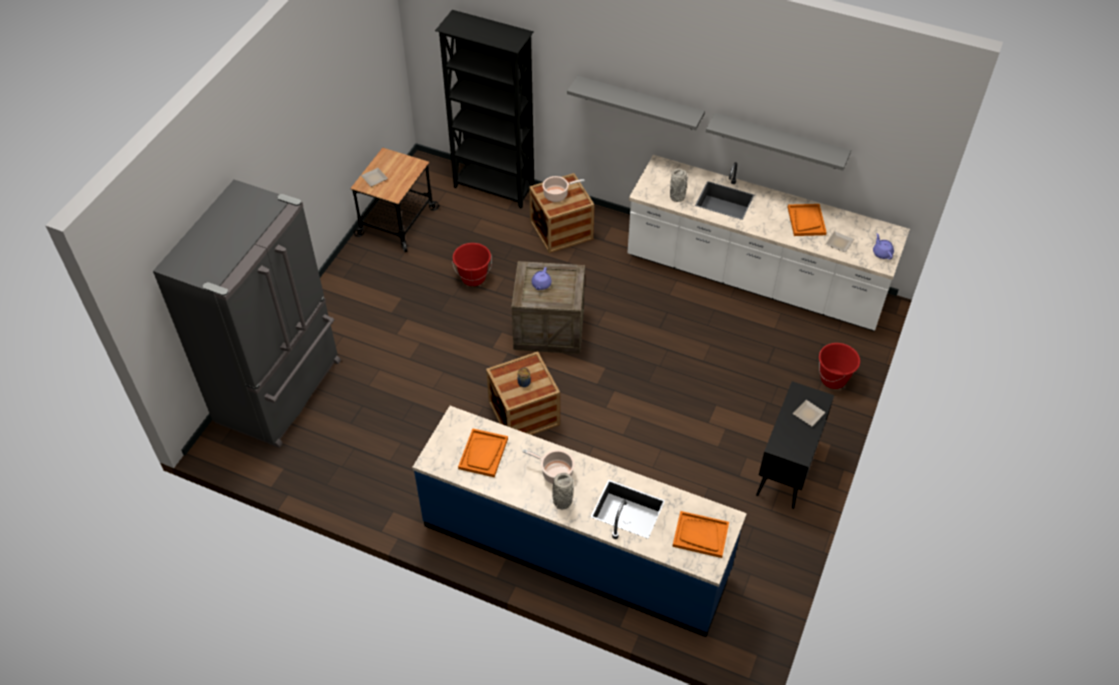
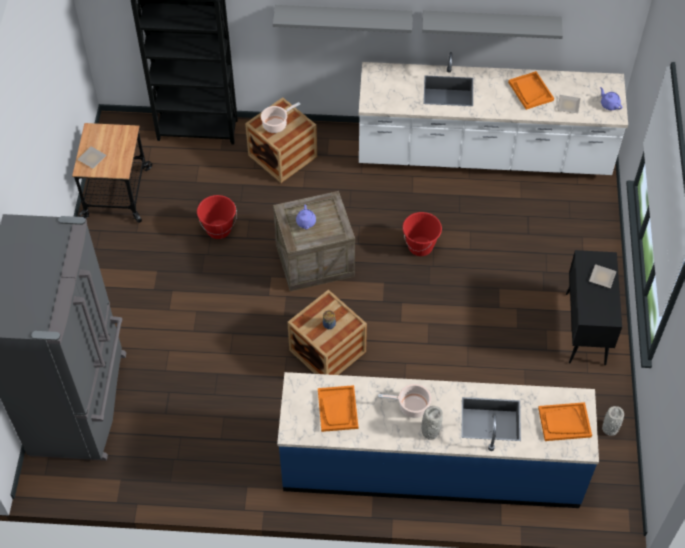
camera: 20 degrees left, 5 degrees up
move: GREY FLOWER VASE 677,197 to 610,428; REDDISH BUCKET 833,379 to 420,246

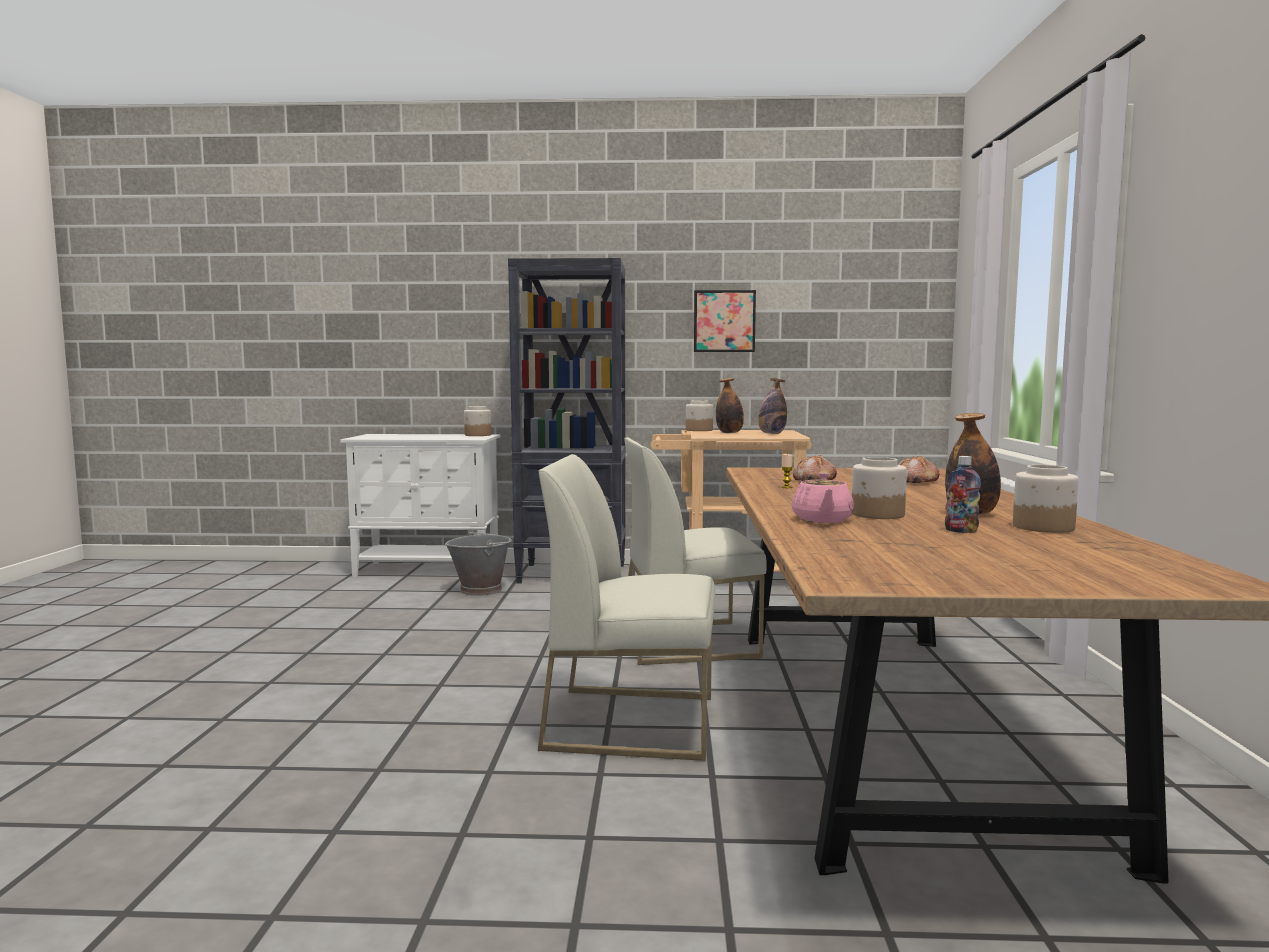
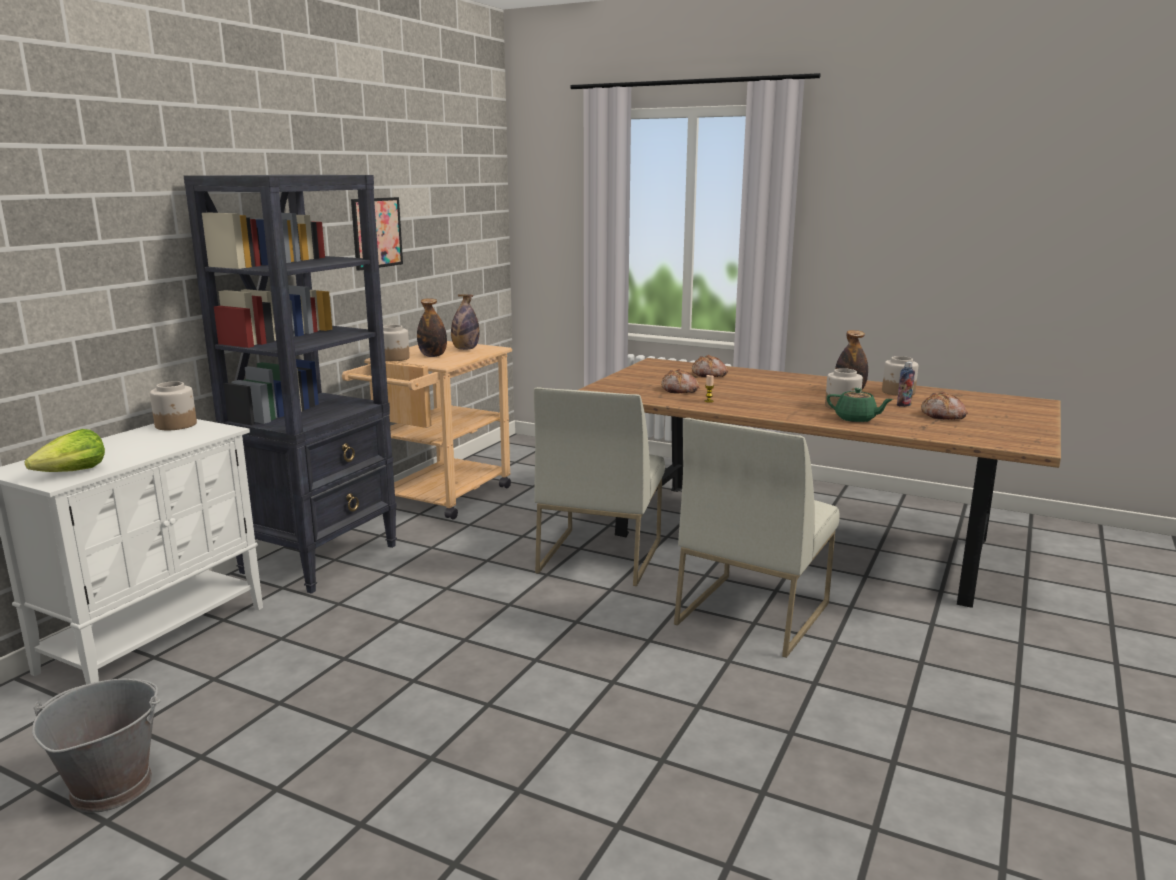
camera: 65 degrees left, 10 degrees up
insert: BREAD 943,415; LETTUCE HEAD 73,473
move: GREY BUCKET 481,589 to 110,786
recolor: PINKISH TEA POT 822,520 to GREEN-COLOURED TEA POT 856,419

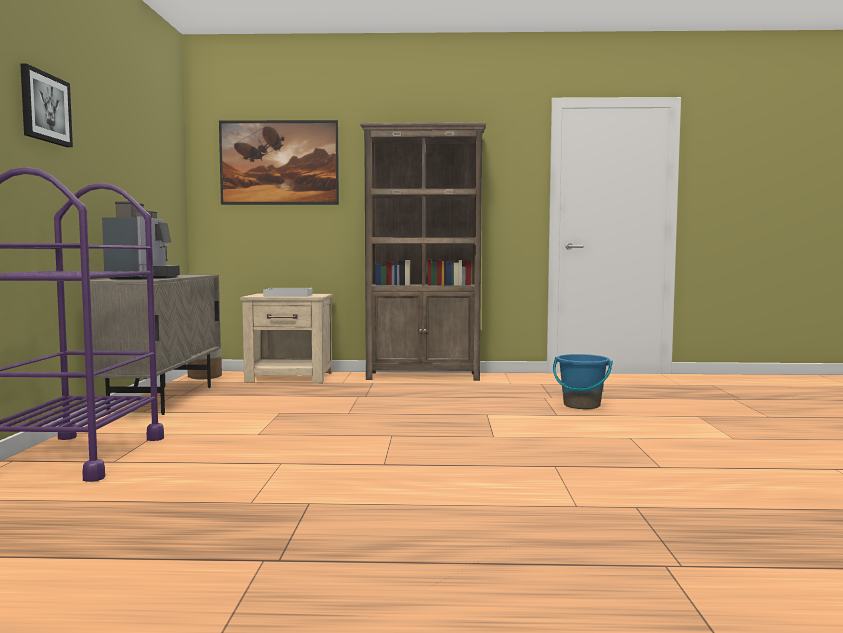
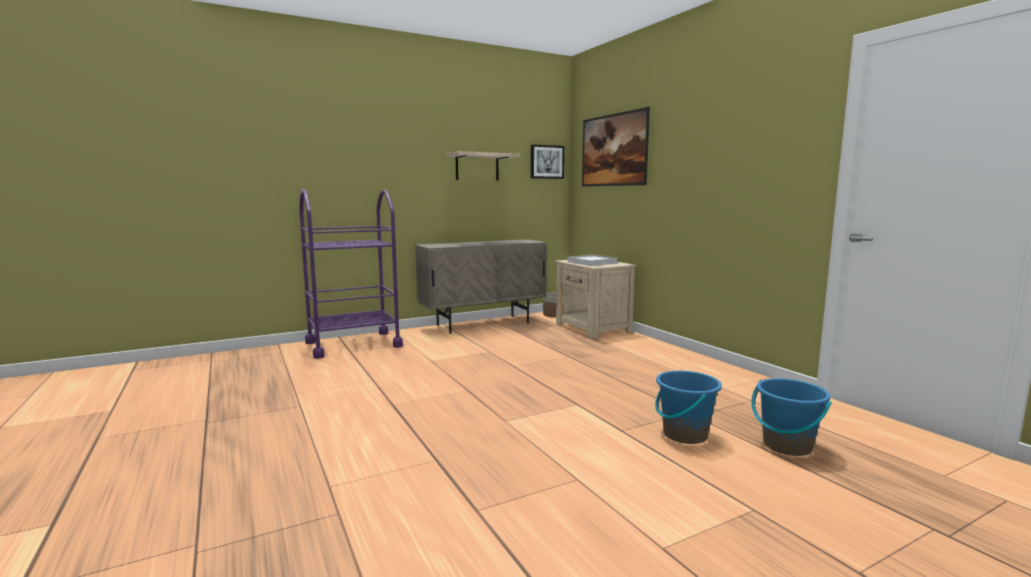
camera: 60 degrees right, 5 degrees up
delete: BROWN-COLOURED SHELVING UNIT 424,376; COFFEE BREWER 142,278
insert: WALL SHELF 477,167; BLUE BUCKET 786,446
move: WALL ART 45,107 to 546,162

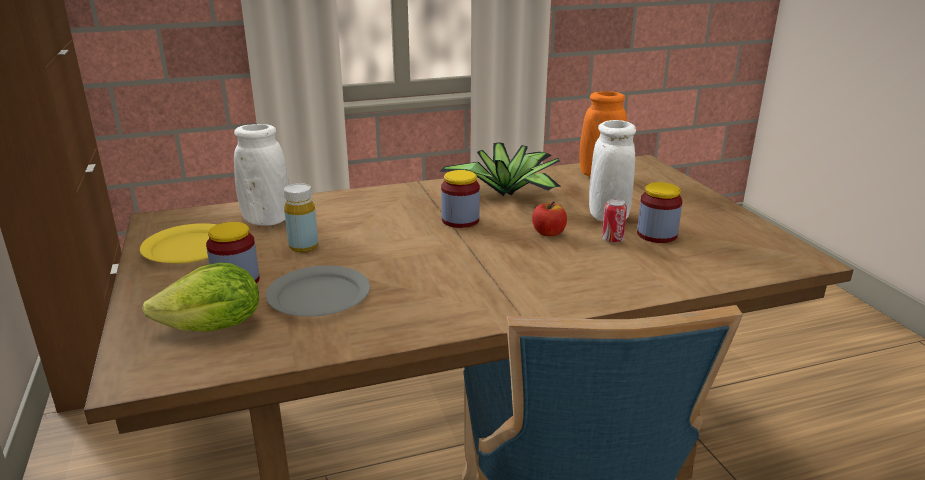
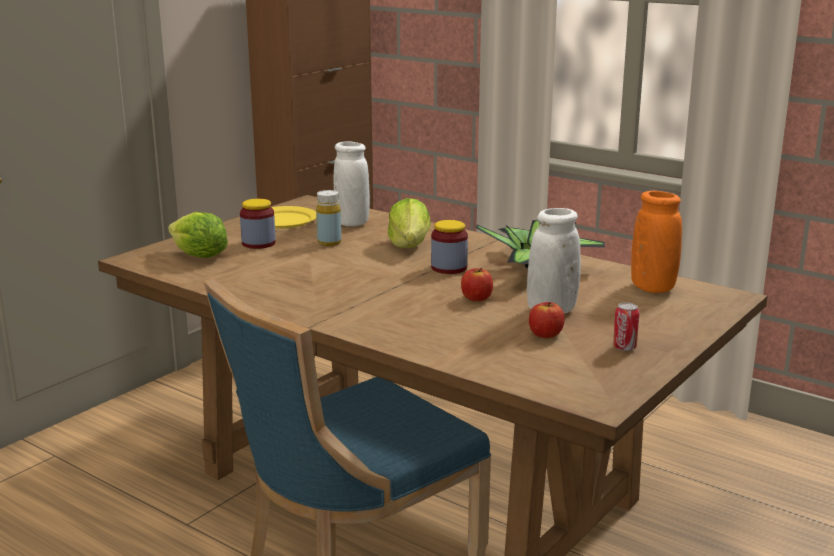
camera: 55 degrees right, 5 degrees down
delete: GREY PLATE 319,295
insert: LETTUCE HEAD 409,245
move: SEALED CAN 612,240 to 624,347
replace: JAR 656,235 to APPLE FRUIT 545,334

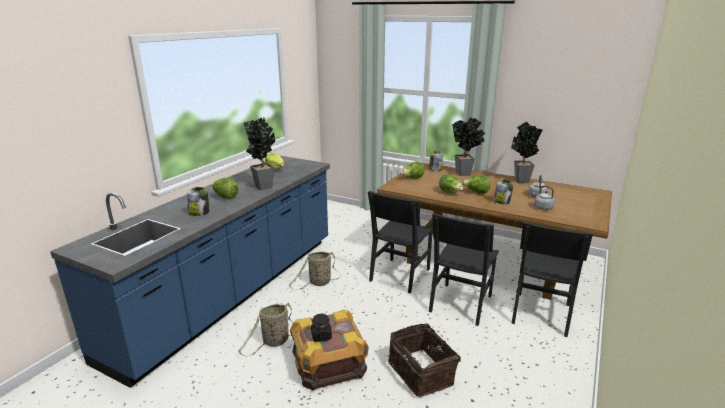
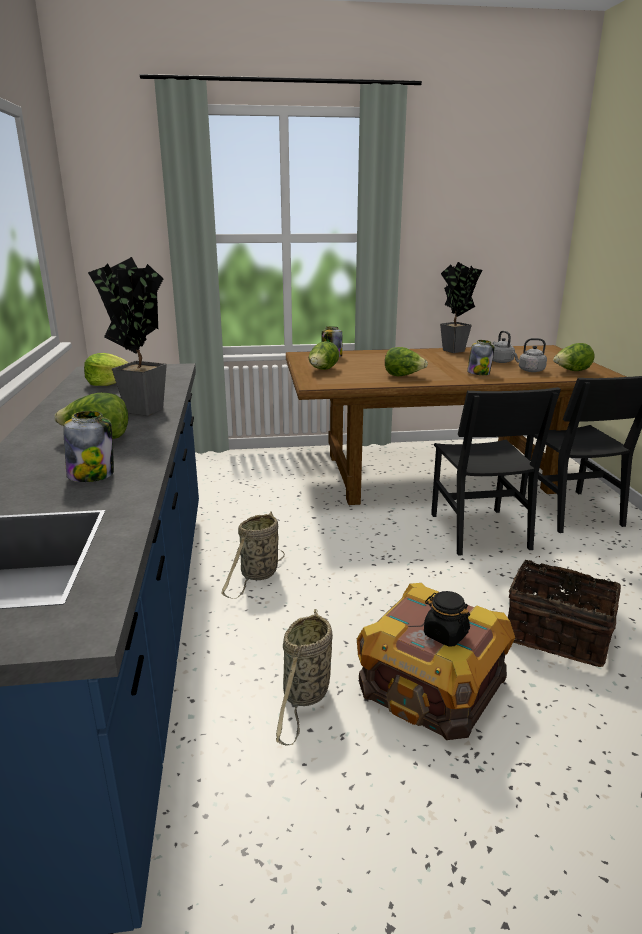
camera: 35 degrees left, 0 degrees up
delete: POTTED PLANT 465,174; BLACK-COLOURED UPRIGHT CHAIR 400,275
move: LETTUCE HEAD 476,192 to 571,371

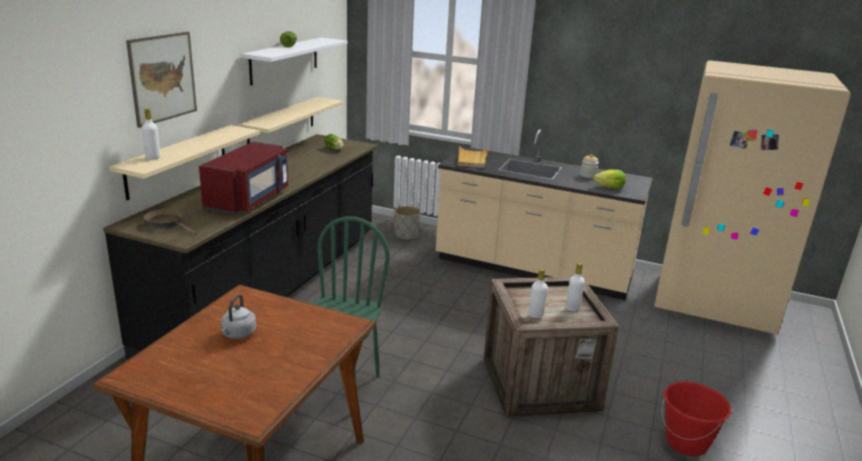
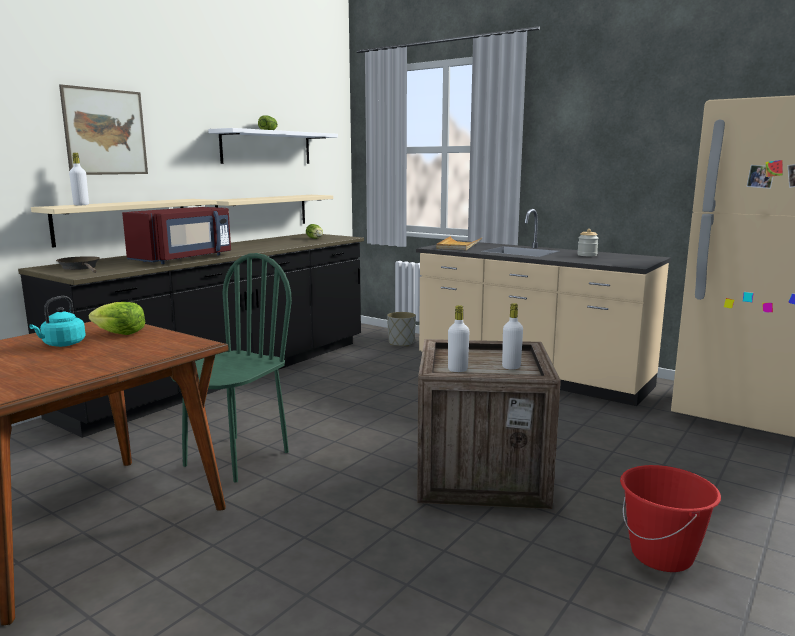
camera: 15 degrees right, 10 degrees down
move: LETTUCE HEAD 609,187 to 120,333
recolor: GREY KETTLE 238,334 to BLUE-GREEN KETTLE 62,344

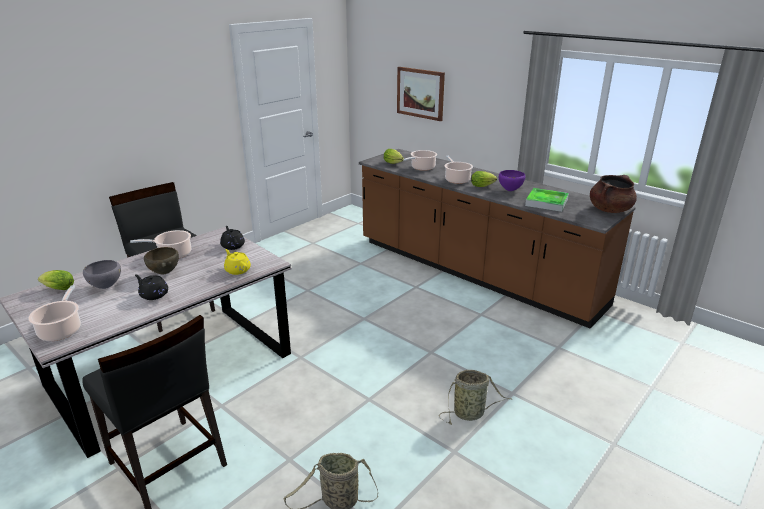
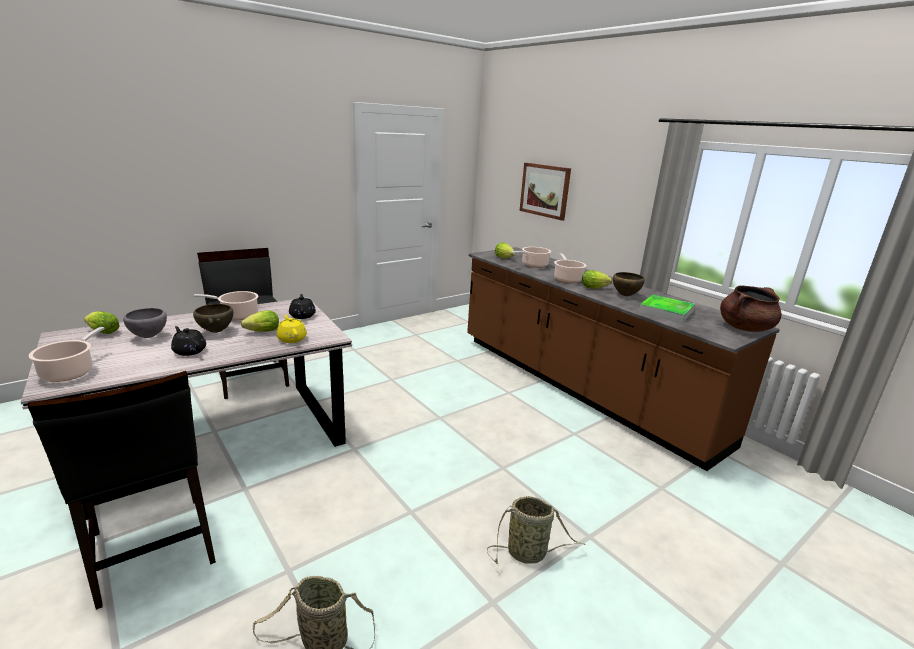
camera: 10 degrees right, 5 degrees down
insert: LETTUCE HEAD 260,332
recolor: PURPLISH SERVING BOWL 510,190 to BROWN-COLOURED SERVING BOWL 625,295

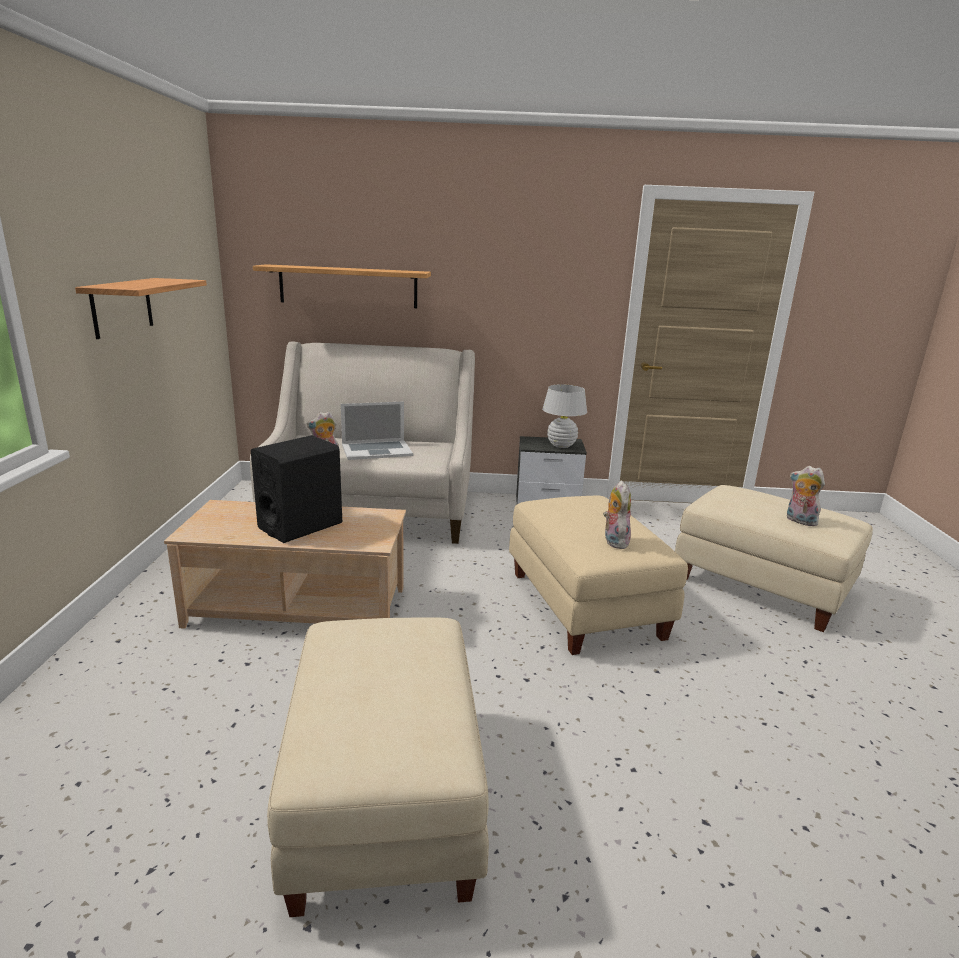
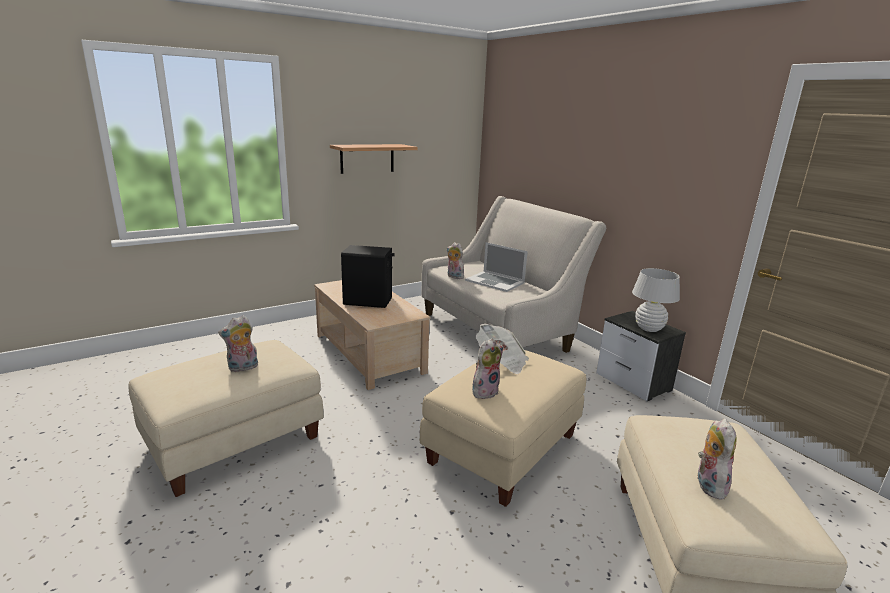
camera: 55 degrees right, 0 degrees up
delete: WALL SHELF 348,286
insert: SOFT TOY 243,368; DAILY PAPER 501,361

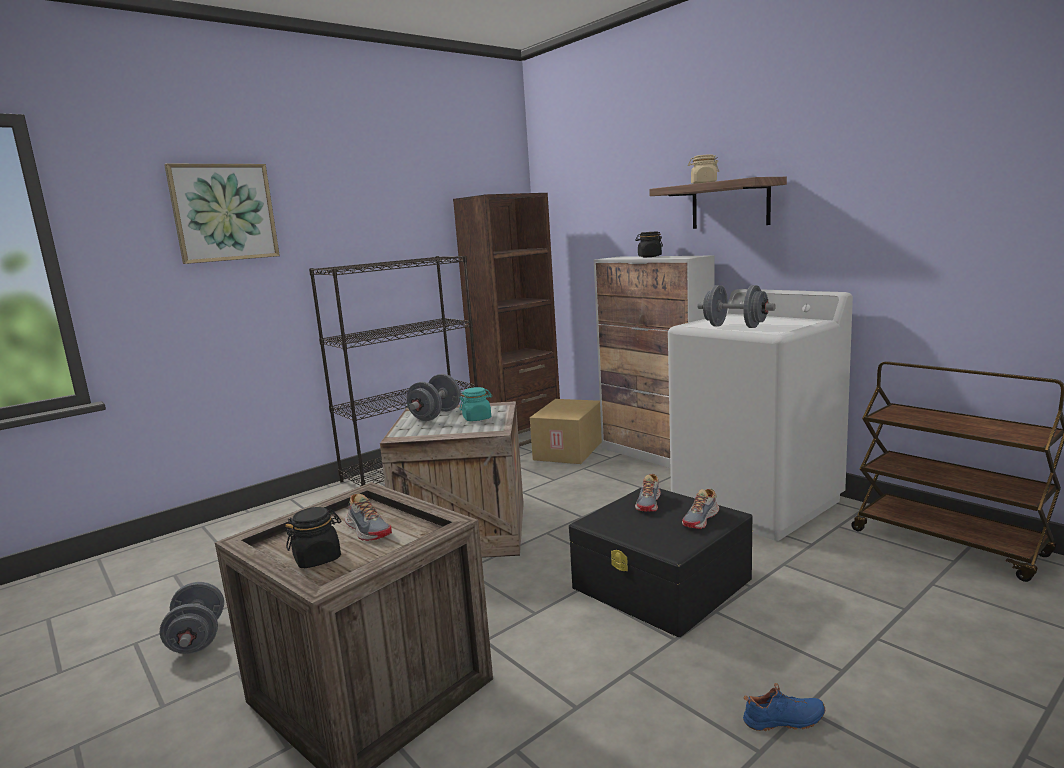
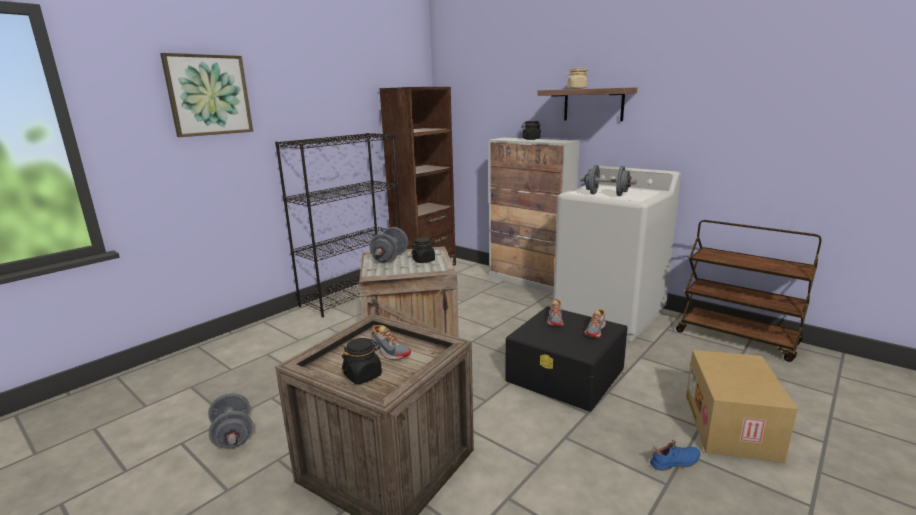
camera: 10 degrees left, 5 degrees up
move: PACKING BOX 569,450 to 732,427
recolor: BLUE-GREEN JAR 477,418 to BLACK-COLOURED JAR 424,260

